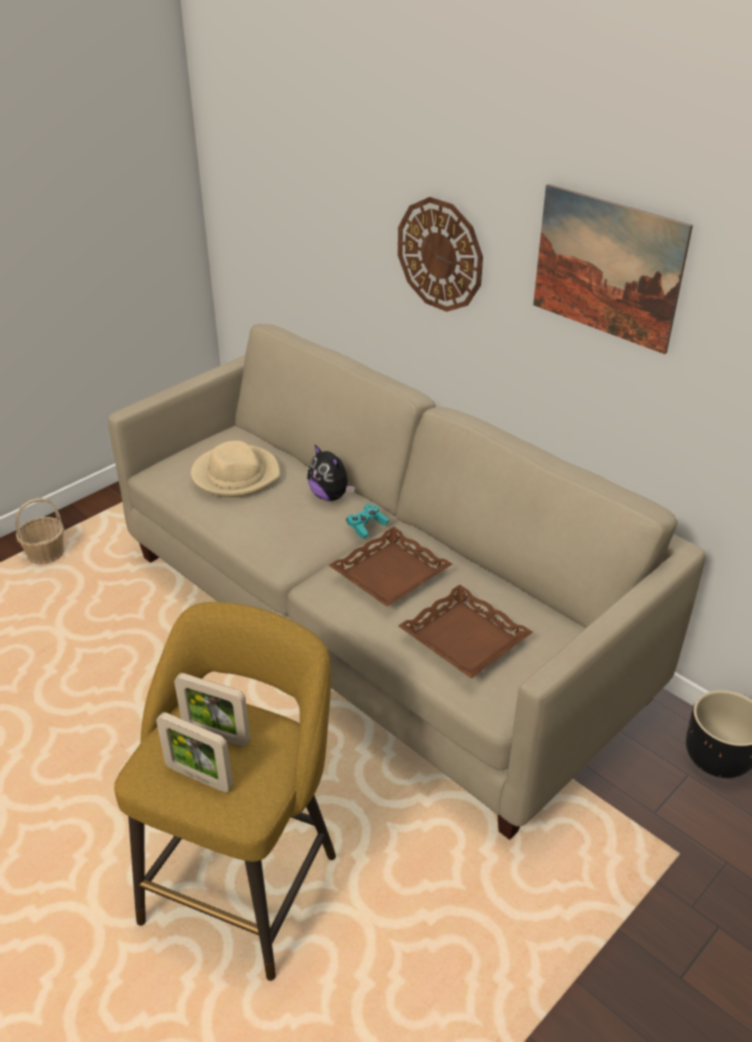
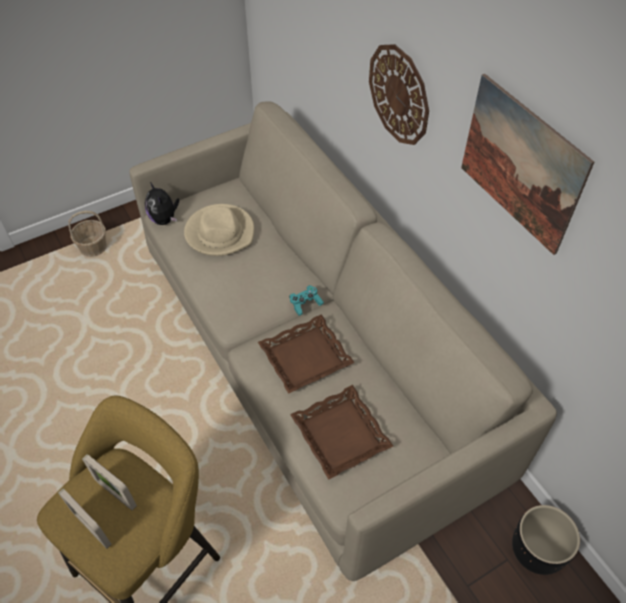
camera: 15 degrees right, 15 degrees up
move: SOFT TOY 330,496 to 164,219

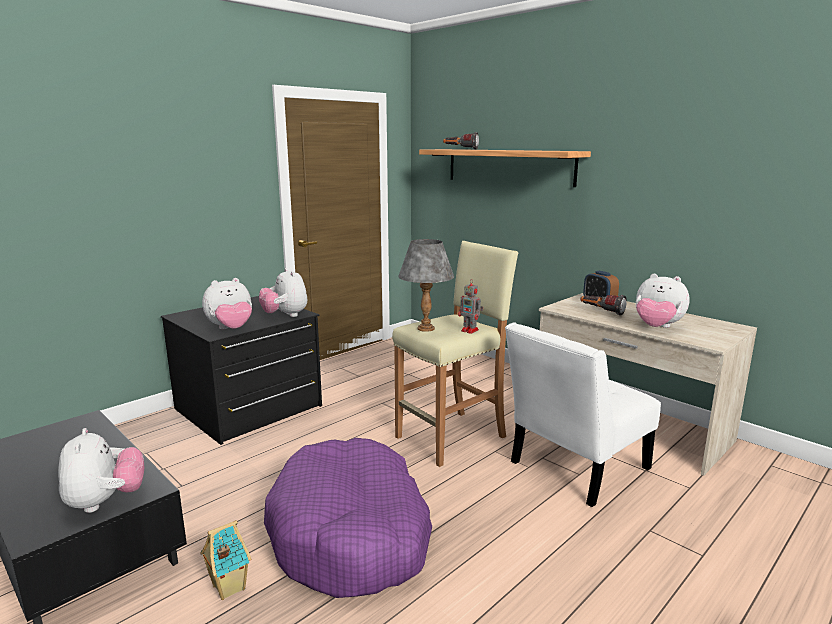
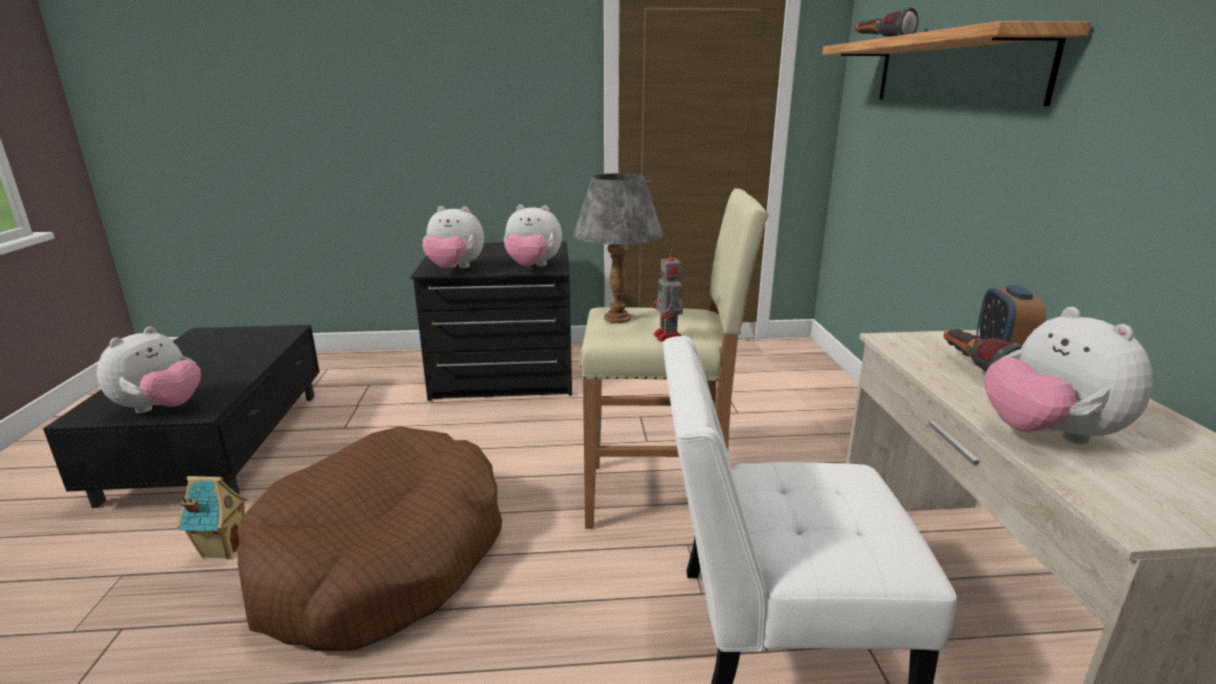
camera: 40 degrees right, 5 degrees up
recolor: PURPLISH DOG CUSHION 351,533 to BROWN-COLOURED DOG CUSHION 382,557
rotate: SOFT TOY 285,315 = 532,267 90 degrees counterclockwise

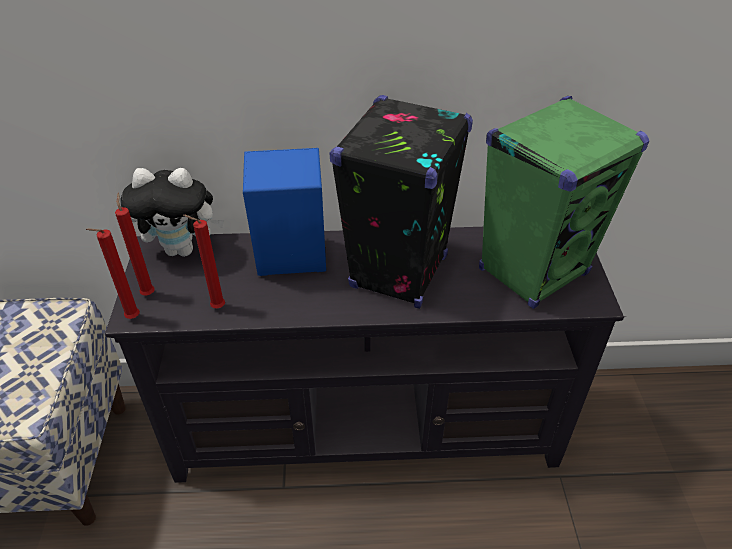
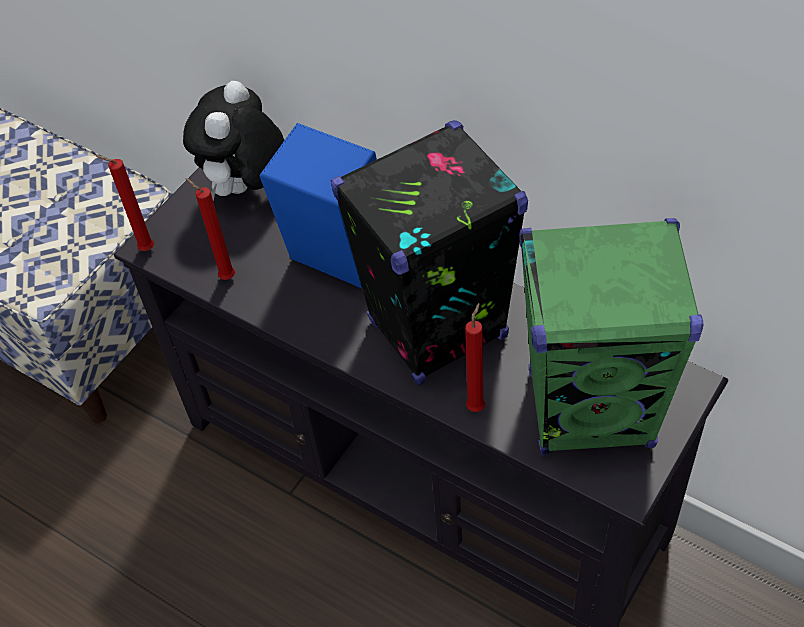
camera: 40 degrees right, 10 degrees up
move: REDDISH WAX CANDLE 148,293 to 476,405
rotate: SOFT TOY 183,249 = 246,188 75 degrees clockwise

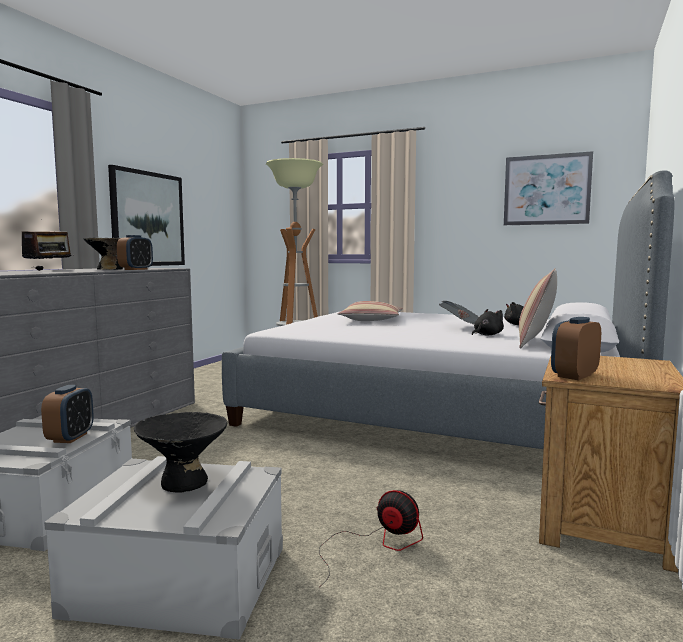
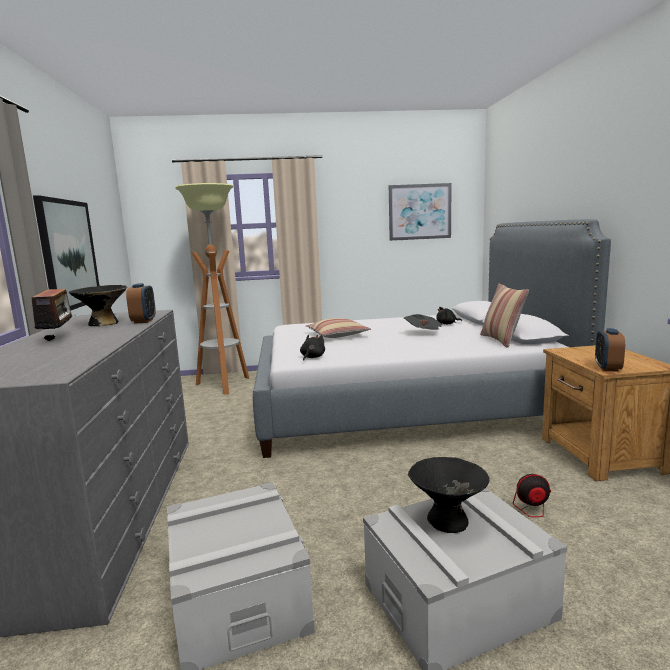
camera: 30 degrees left, 5 degrees up
delete: BEDSIDE CLOCK 70,438
move: BLACK-COLOURED SOFT TOY 486,335 to 312,357

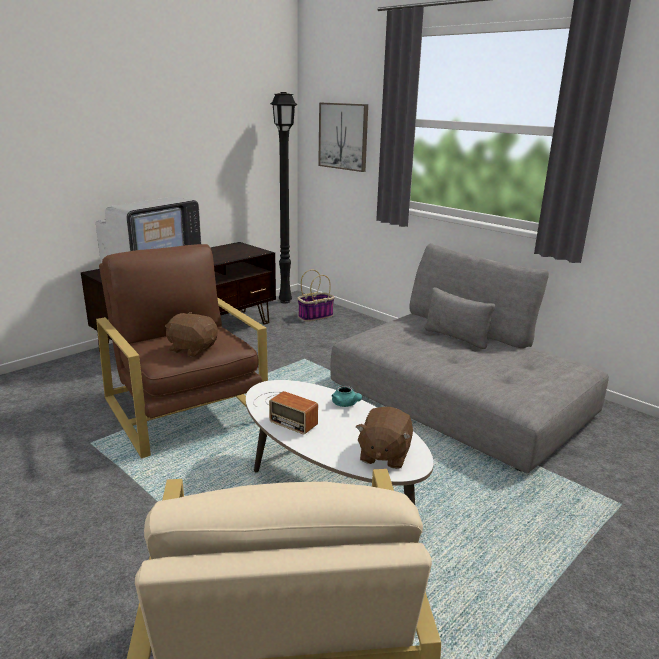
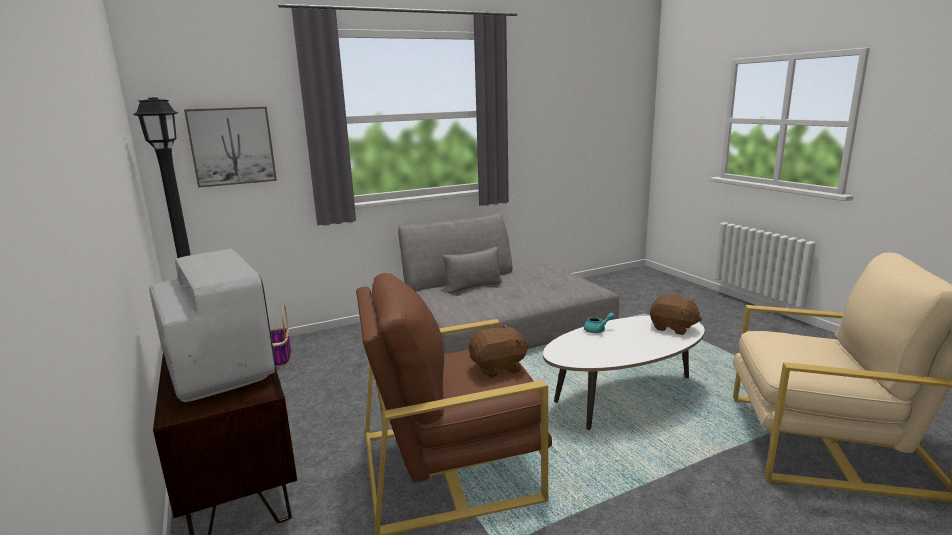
camera: 70 degrees left, 5 degrees down
delete: RADIO RECEIVER 284,410
rotate: BROWN-COLOURED SOFT TOY 192,349 = 498,367 150 degrees counterclockwise

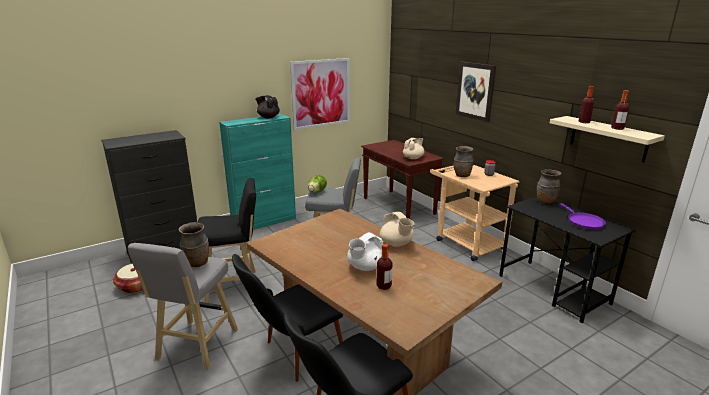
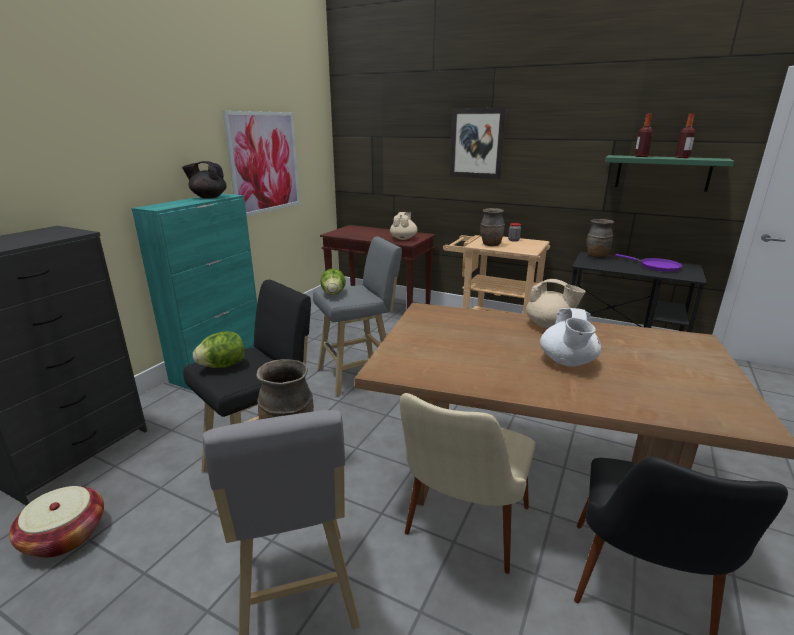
camera: 30 degrees left, 0 degrees up
delete: DRINK BOTTLE 384,286
insert: LETTUCE HEAD 223,366
recolor: BEIGE-COLOURED WALL SHELF 608,138 to GREEN-COLOURED WALL SHELF 662,173; BLACK-COLOURED UPRIGHT CHAIR 293,355 to BEIGE-COLOURED UPRIGHT CHAIR 461,536

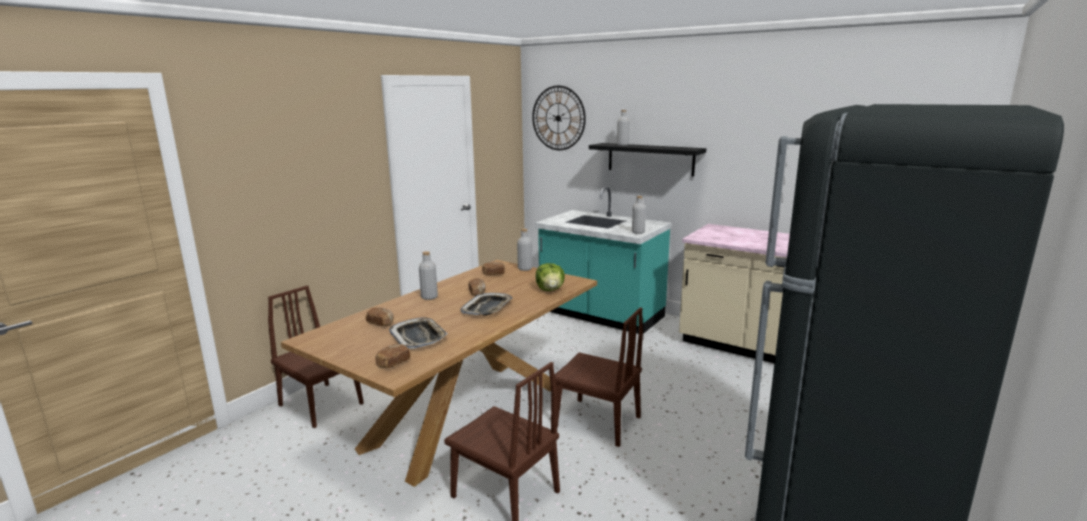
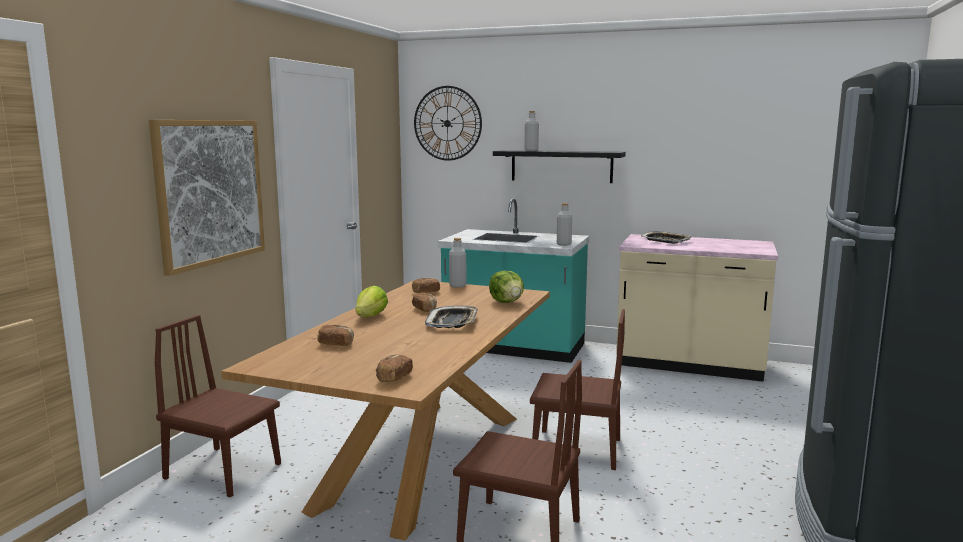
camera: 15 degrees left, 5 degrees down
insert: WALL ART 210,192
move: TRAY 418,337 to 665,241
replace: GREY DRINK BOTTLE 429,297 to LETTUCE HEAD 370,317

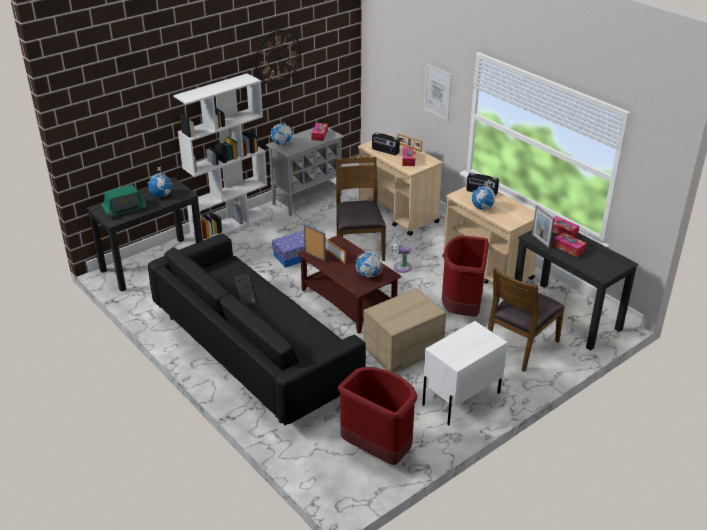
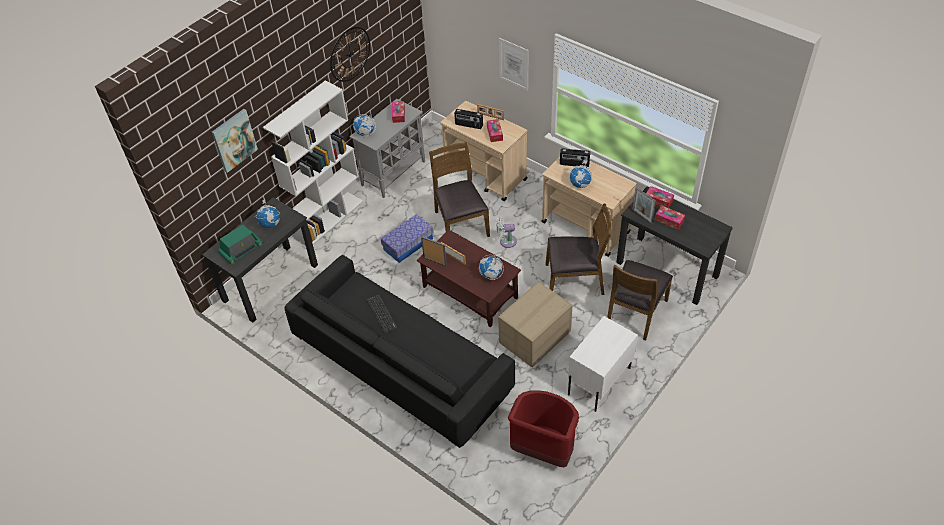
camera: 10 degrees left, 15 degrees up
insert: WALL ART 234,140
replace: REDDISH TRASH CAN 462,308 to BROWN-COLOURED UPRIGHT CHAIR 575,280

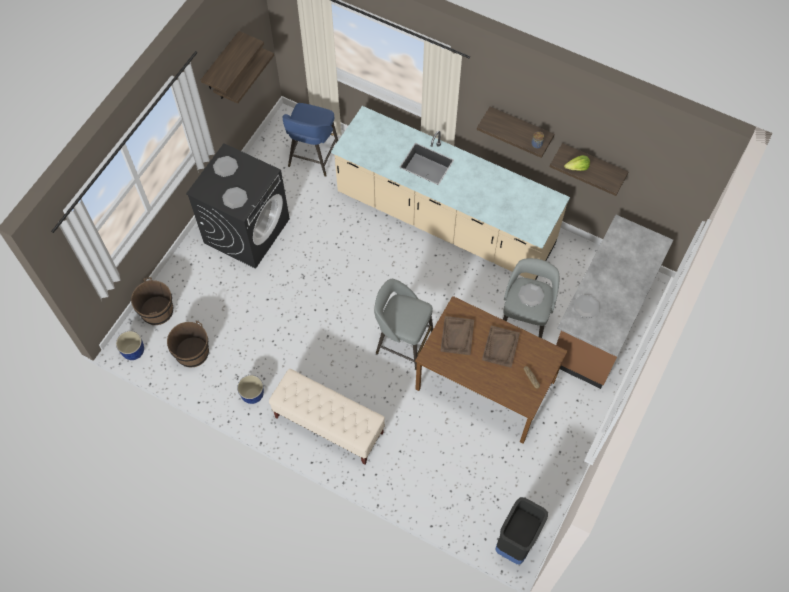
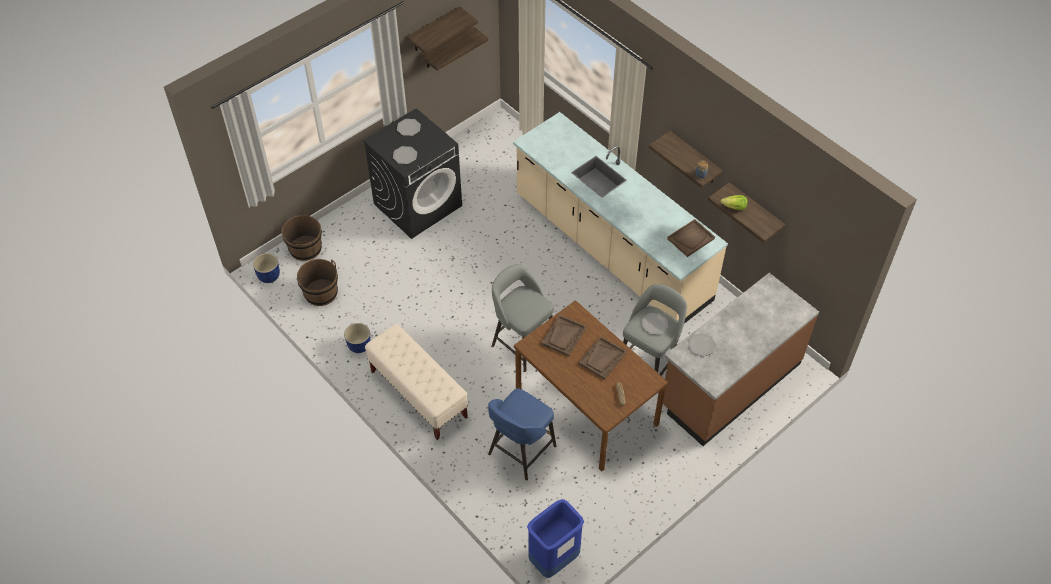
camera: 20 degrees right, 10 degrees down
insert: BROWN-COLOURED TRAY 690,238
move: BLUE SITTING STOOL 313,157 to 520,451
recolor: BLACK-COLOURED TRASH CAN 516,543 to BLUE TRASH CAN 554,560

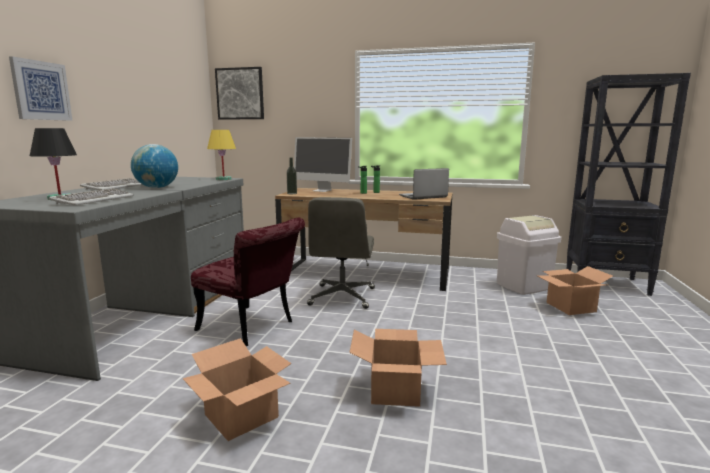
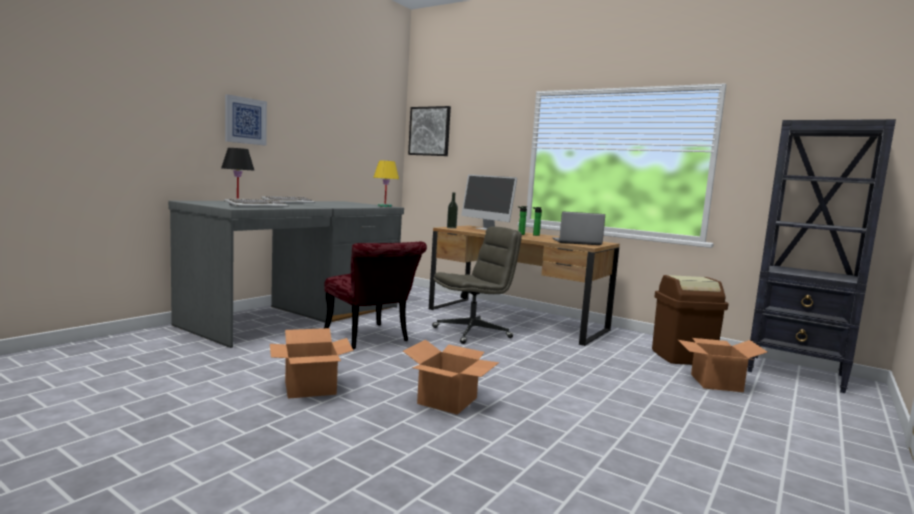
camera: 20 degrees right, 5 degrees down
delete: DESK GLOBE 157,187
recolor: WHITISH TRASH CAN 523,286 to BROWN-COLOURED TRASH CAN 682,357
rotate: GREY COMPUTER CHAIR 342,297 = 472,332 150 degrees counterclockwise

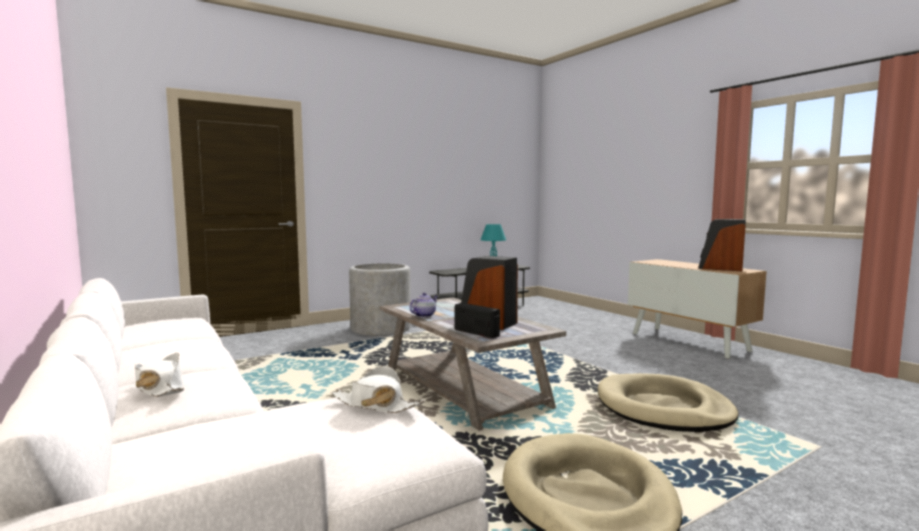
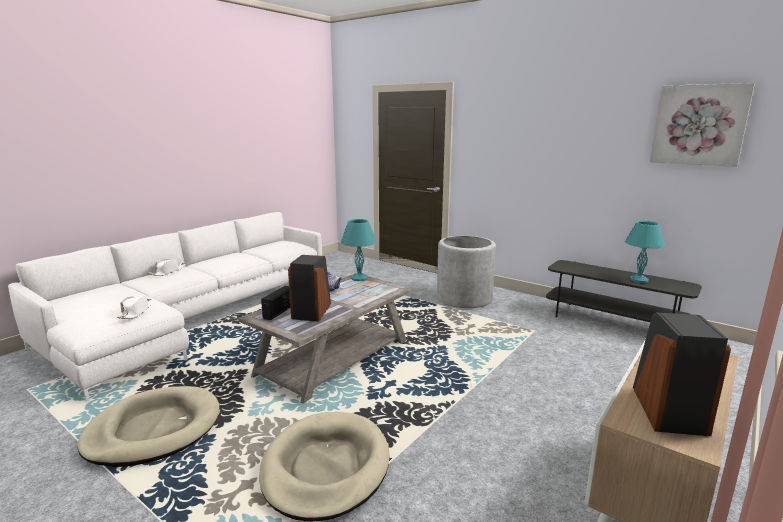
camera: 70 degrees right, 10 degrees up
insert: WALL ART 699,125; BLUE-GREEN LAMP FOR A TABLE 359,278

